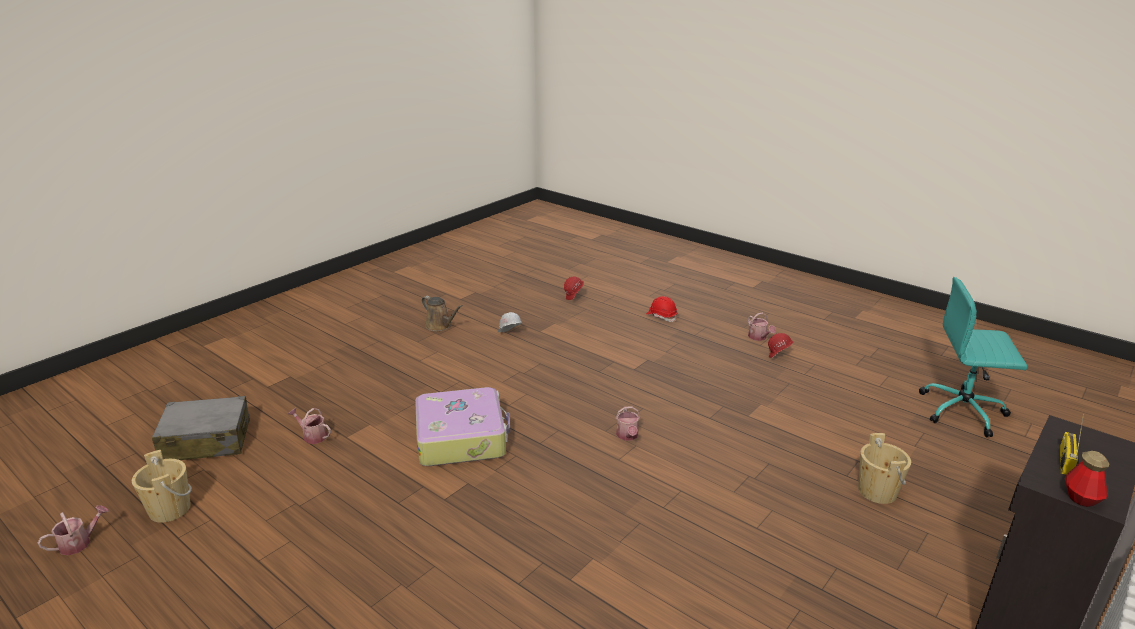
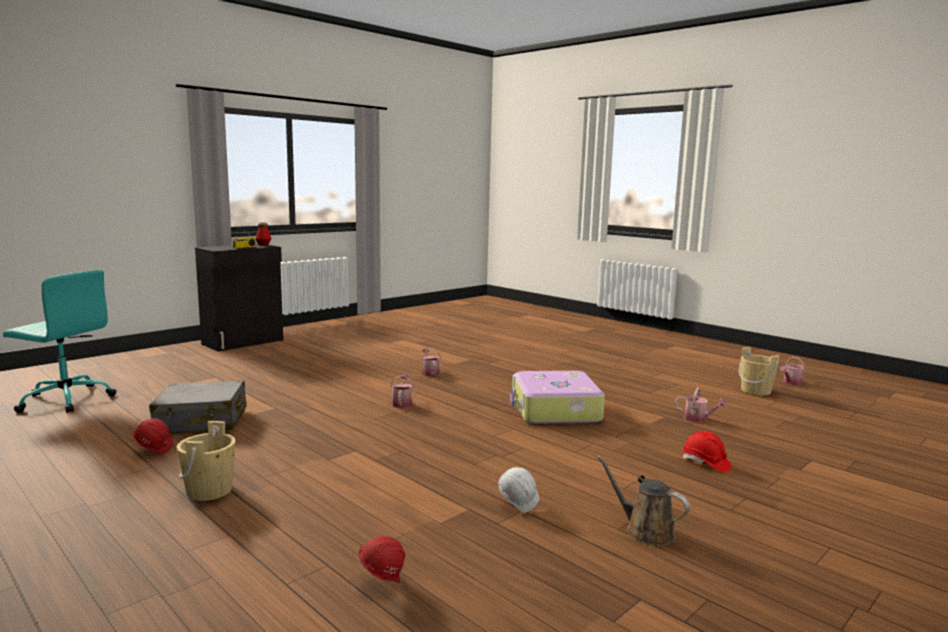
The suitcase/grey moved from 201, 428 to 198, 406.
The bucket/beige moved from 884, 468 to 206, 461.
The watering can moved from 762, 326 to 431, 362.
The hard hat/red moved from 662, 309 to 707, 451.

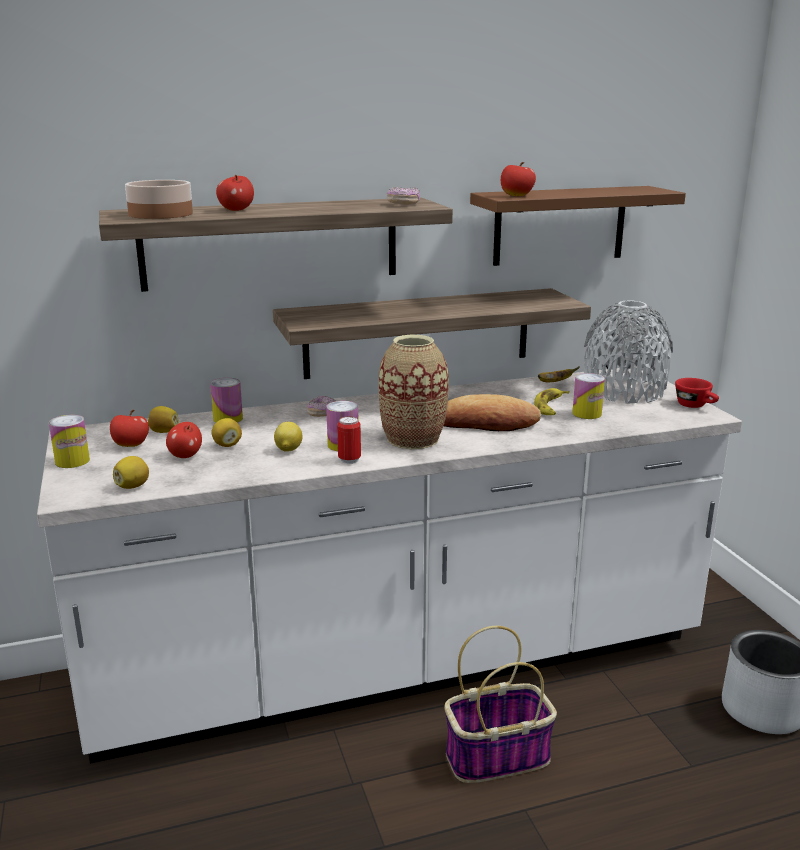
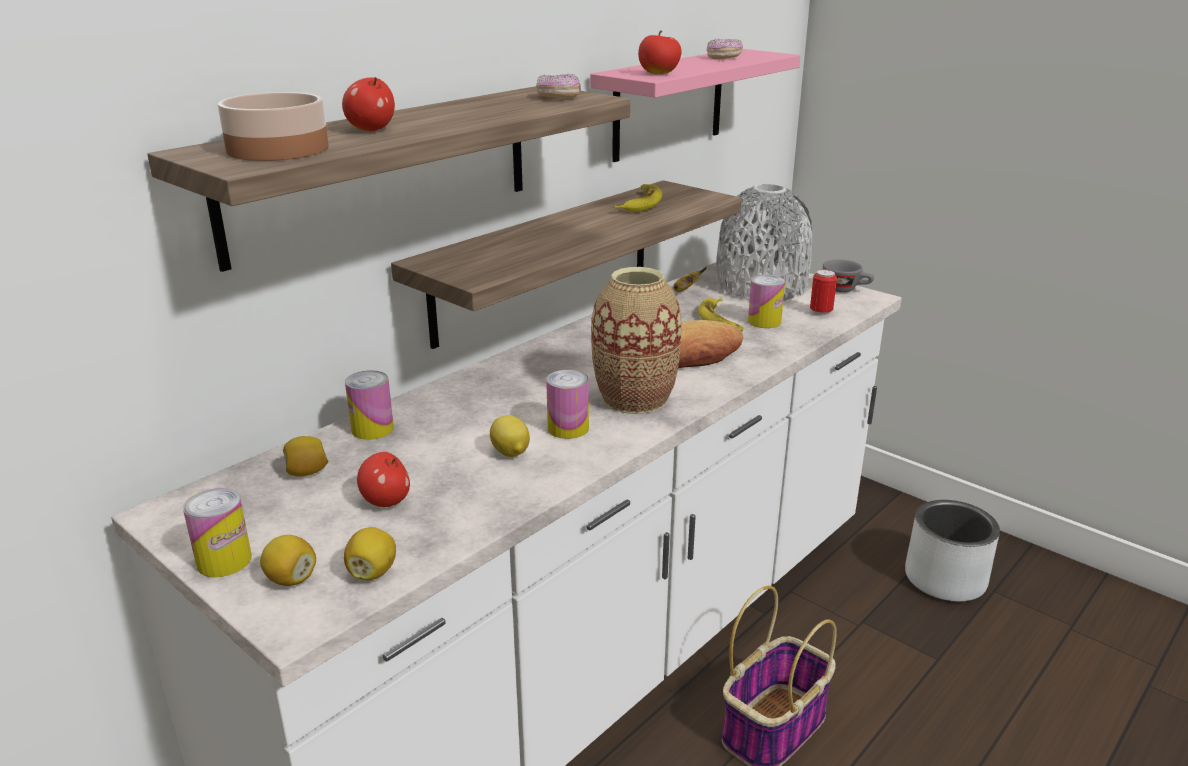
The lemon moved from 226, 432 to 288, 560.
The shelf/brown at 578, 226 became the shelf/pink at 695, 105.
The banana at 638, 198 appeared.
The donut moved from 321, 406 to 724, 49.
The can moved from 349, 440 to 823, 292.
The cup/red at 697, 393 became the cup/grey at 848, 276.
The apple at 129, 428 disappeared.

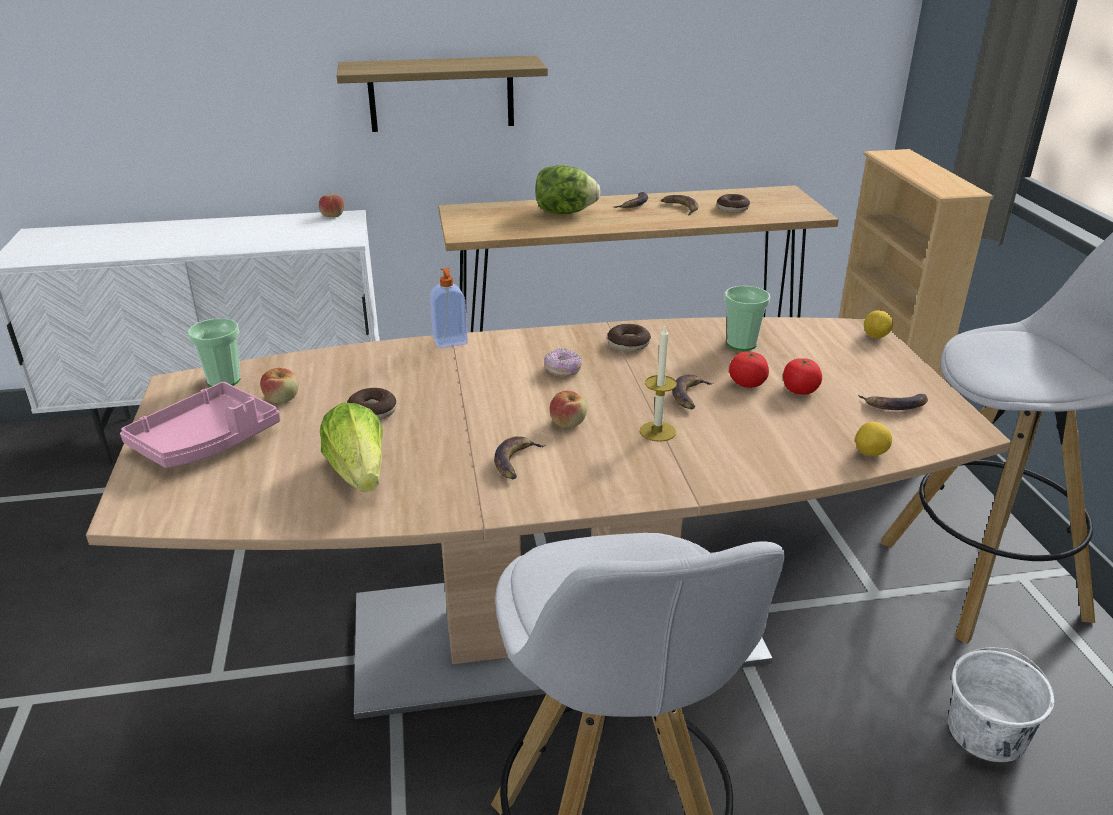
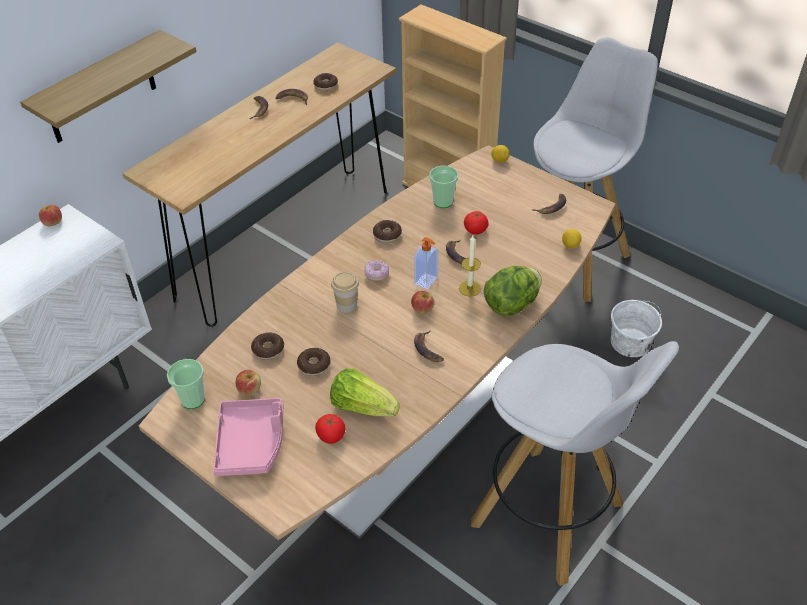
The donut at 267, 346 appeared.
The tomato moved from 802, 376 to 330, 429.
The cup at 345, 292 appeared.
The soap dispenser moved from 449, 308 to 426, 263.
The lettuce moved from 568, 189 to 513, 291.

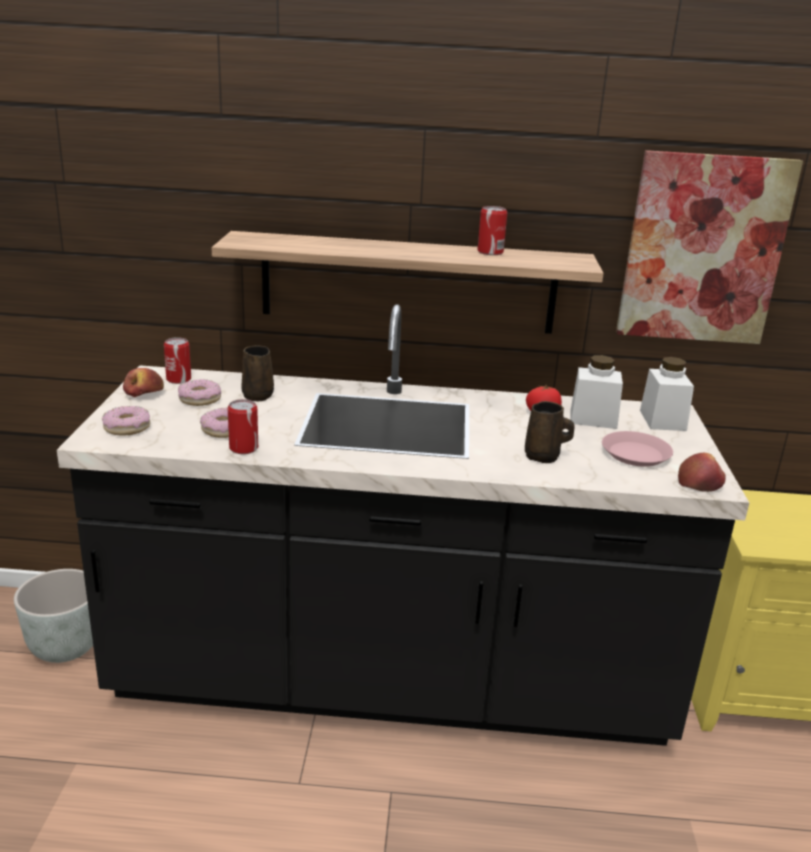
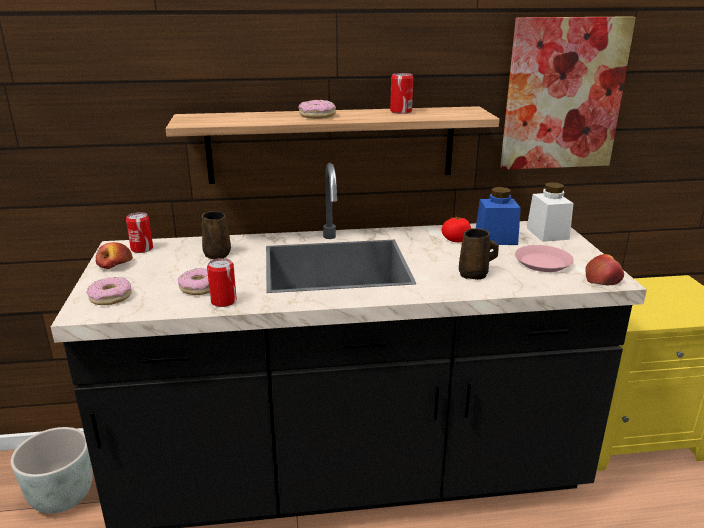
The donut moved from 199, 392 to 317, 109.
The jar/white at 597, 392 became the jar/blue at 498, 216.

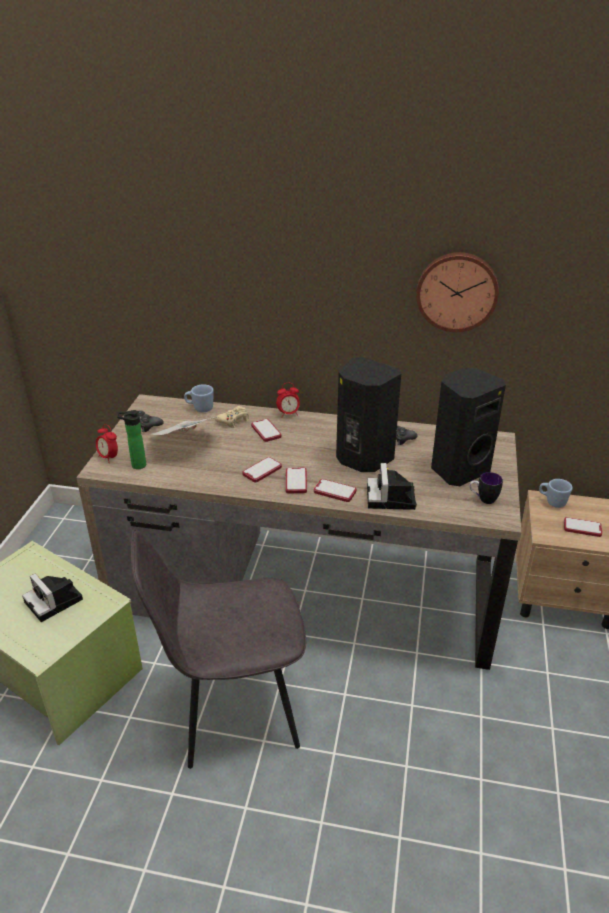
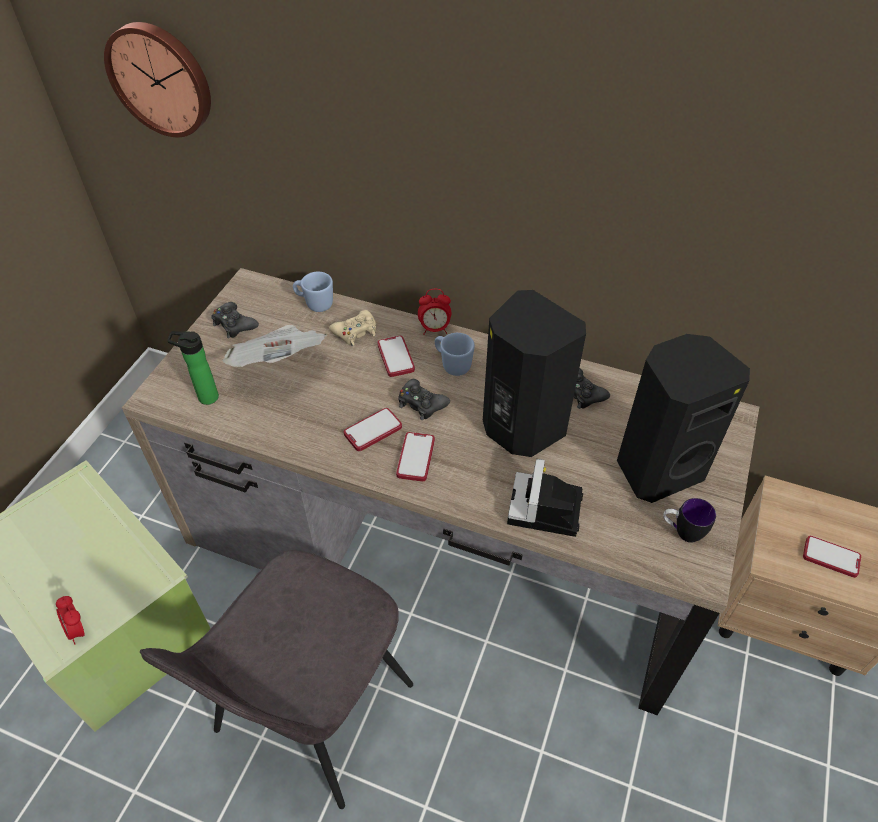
The alarm clock moved from 107, 443 to 70, 620.
The wall clock moved from 457, 292 to 157, 79.
The chair/grey at 218, 649 turned 60 degrees counterclockwise.
The game controller/black at 424, 399 appeared.
The mug/blue moved from 556, 493 to 455, 354.
The photo camera at 52, 597 disappeared.
The phone at 335, 490 disappeared.

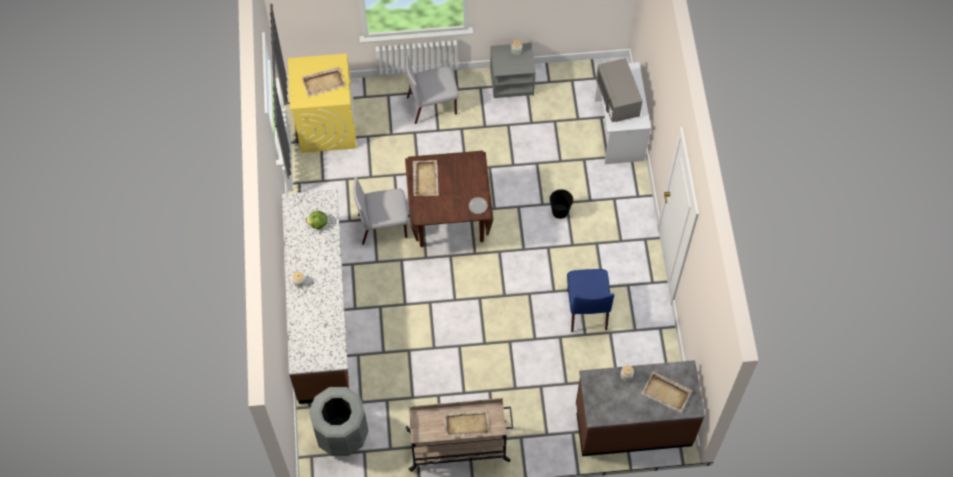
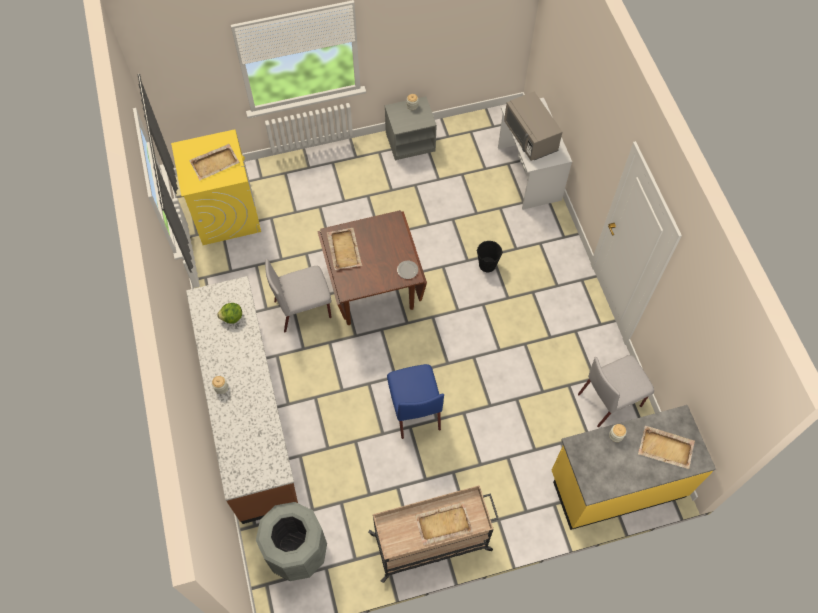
The chair/blue moved from 591, 300 to 415, 401.
The counter/brown at 640, 408 became the counter/yellow at 634, 467.
The chair/grey moved from 432, 89 to 616, 391.

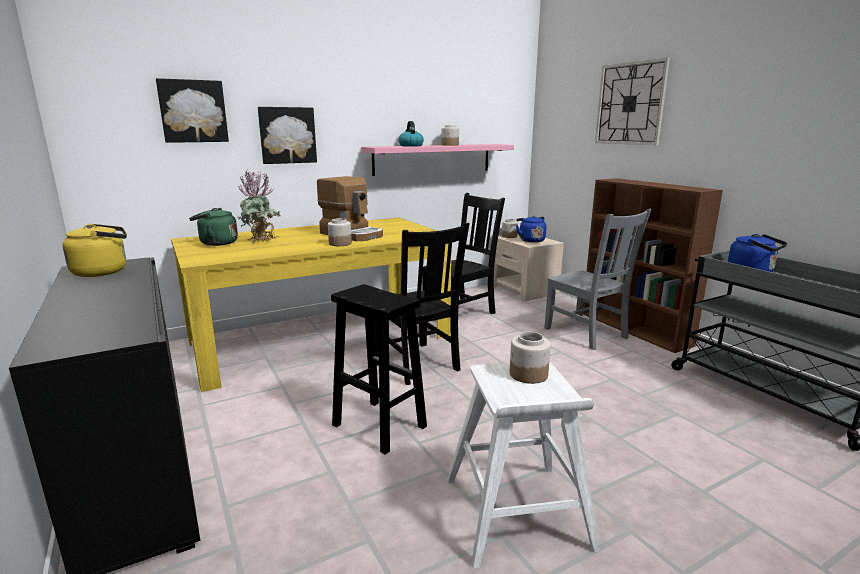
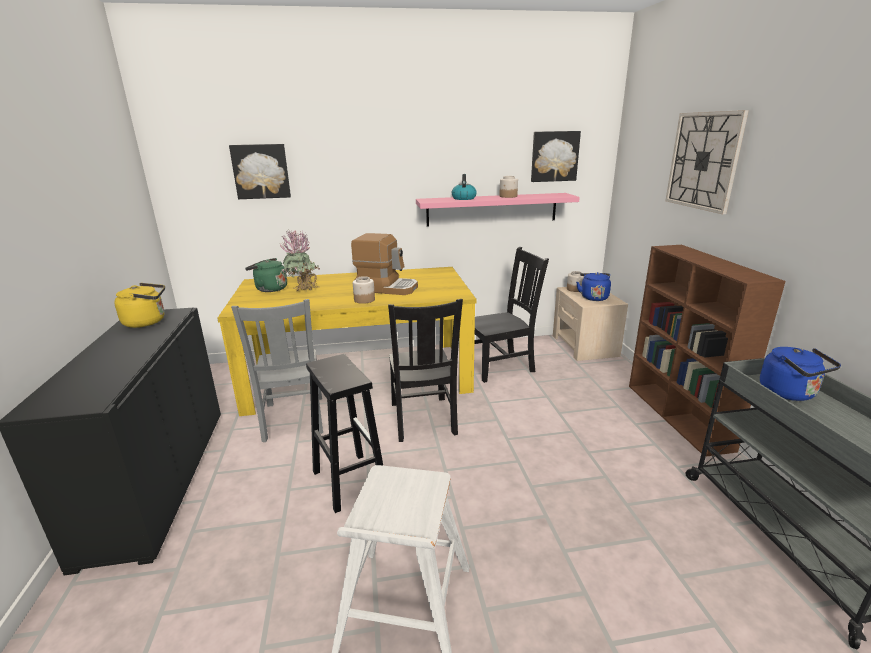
The chair/grey moved from 597, 279 to 277, 370.
The coffee machine at 350, 208 turned 45 degrees counterclockwise.
The picture moved from 287, 135 to 556, 156.
The jar at 530, 358 disappeared.

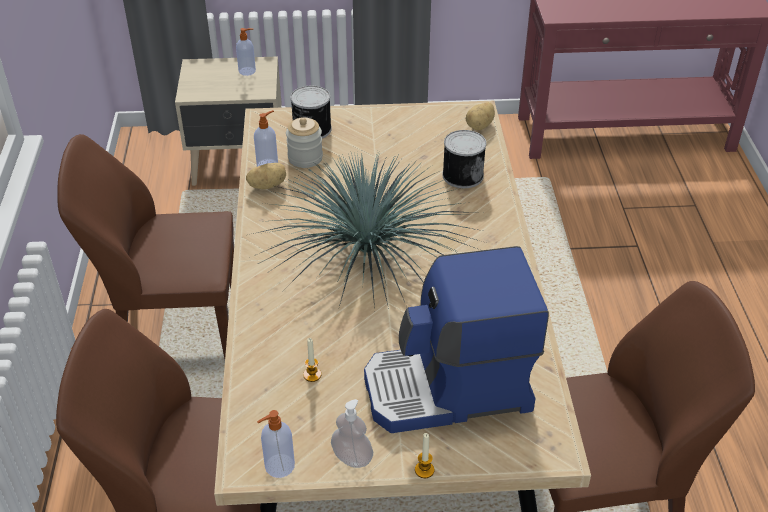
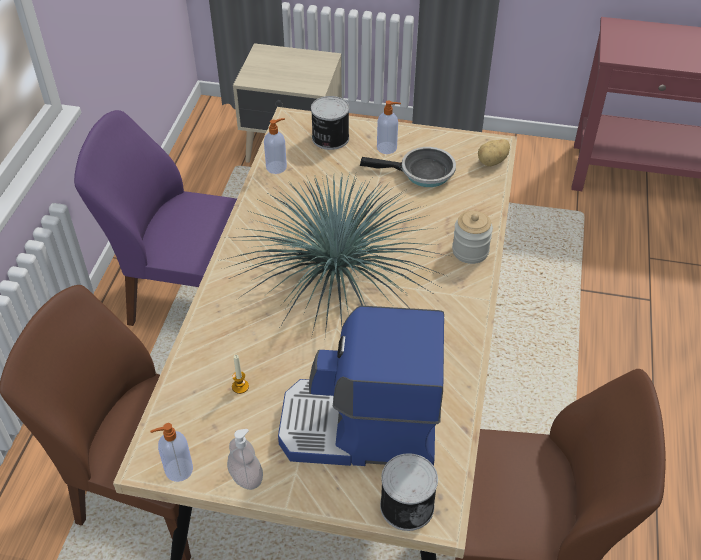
The chair/brown at 146, 246 became the chair/purple at 155, 218.
The frying pan at 408, 167 appeared.
The soap dispenser moved from 246, 52 to 389, 127.
The can moved from 464, 159 to 409, 492.
The jar moved from 304, 142 to 472, 237.
The potato at 266, 176 disappeared.
The candle at 424, 455 disappeared.

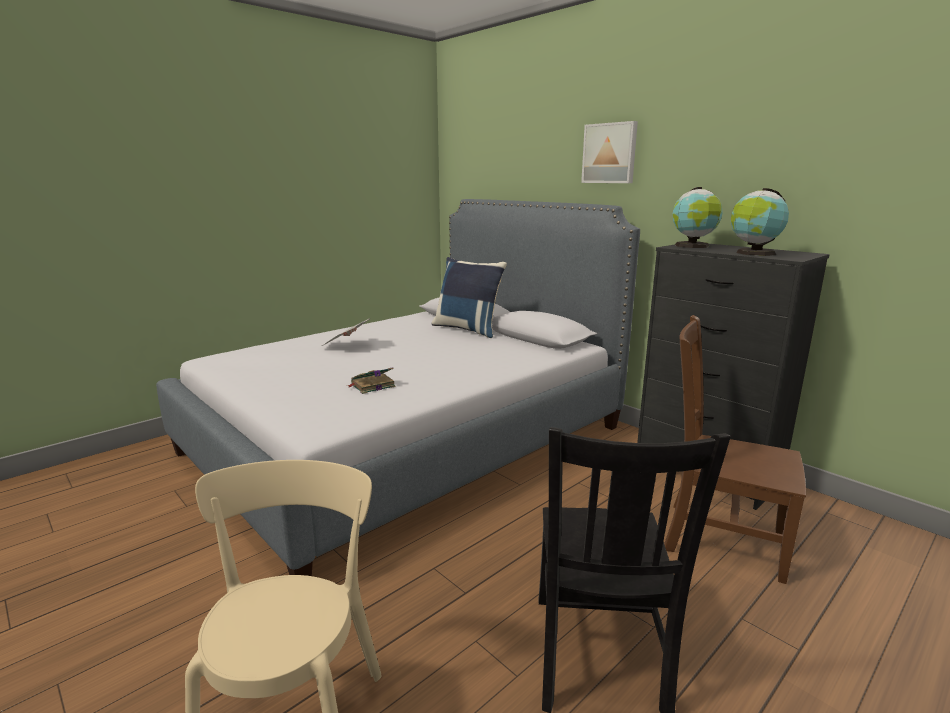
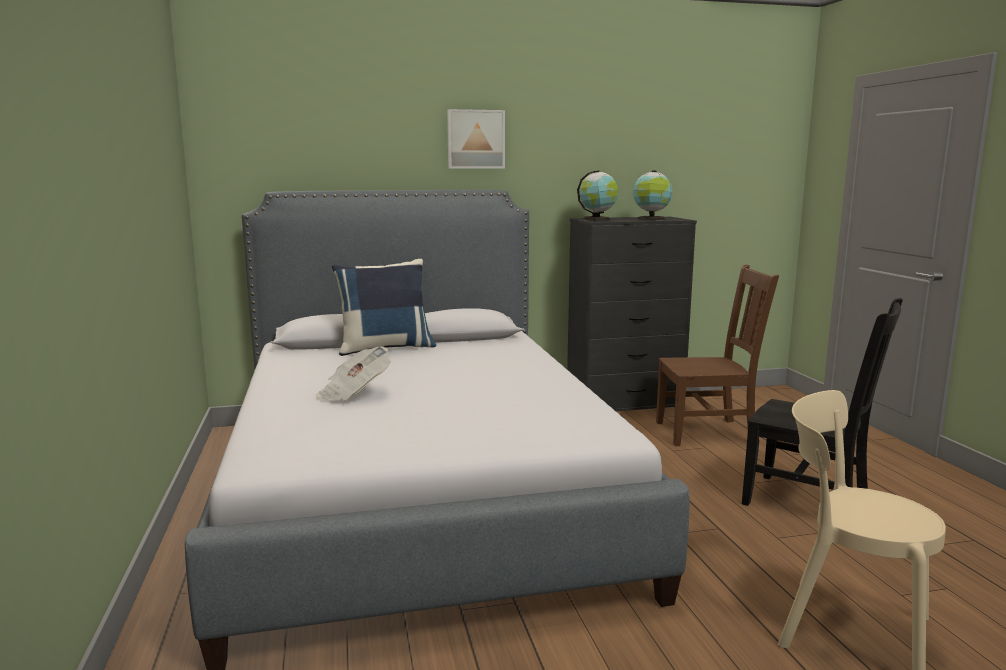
The chair/brown at 735, 449 turned 150 degrees counterclockwise.
The book at 372, 380 disappeared.

